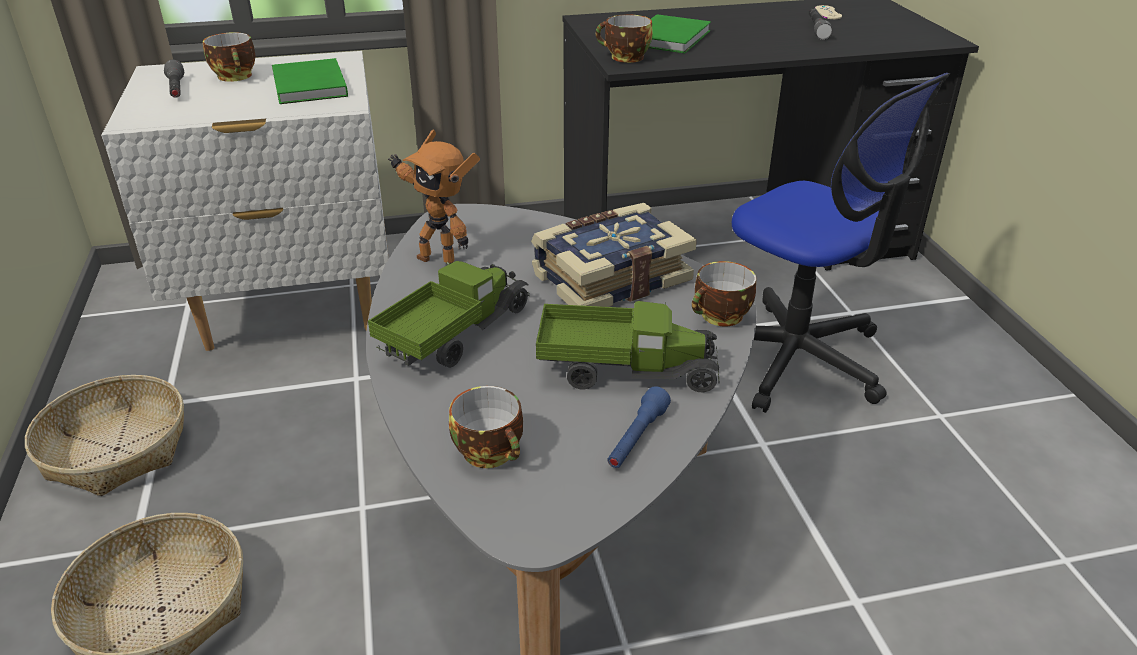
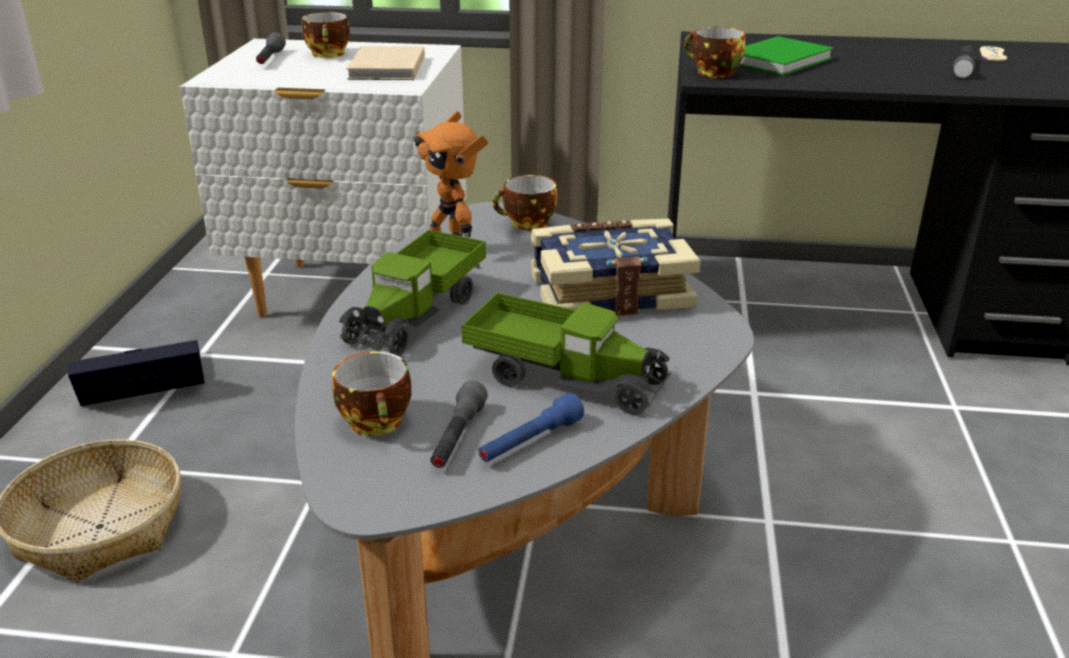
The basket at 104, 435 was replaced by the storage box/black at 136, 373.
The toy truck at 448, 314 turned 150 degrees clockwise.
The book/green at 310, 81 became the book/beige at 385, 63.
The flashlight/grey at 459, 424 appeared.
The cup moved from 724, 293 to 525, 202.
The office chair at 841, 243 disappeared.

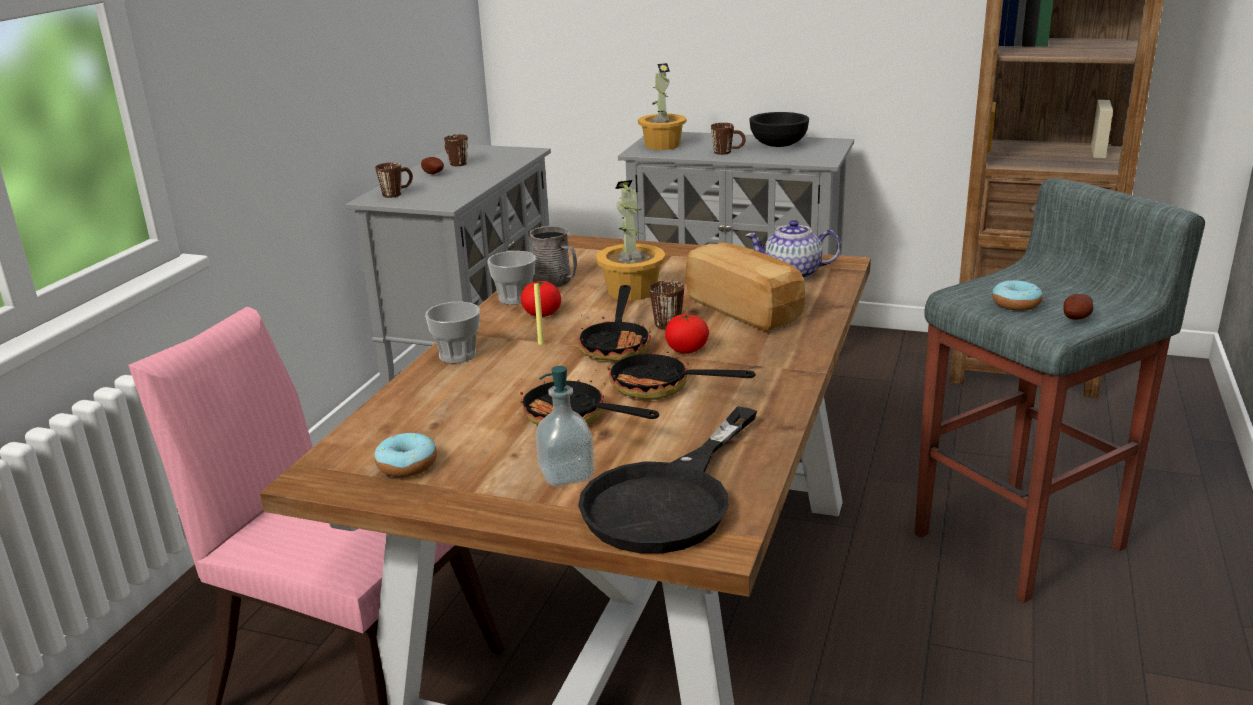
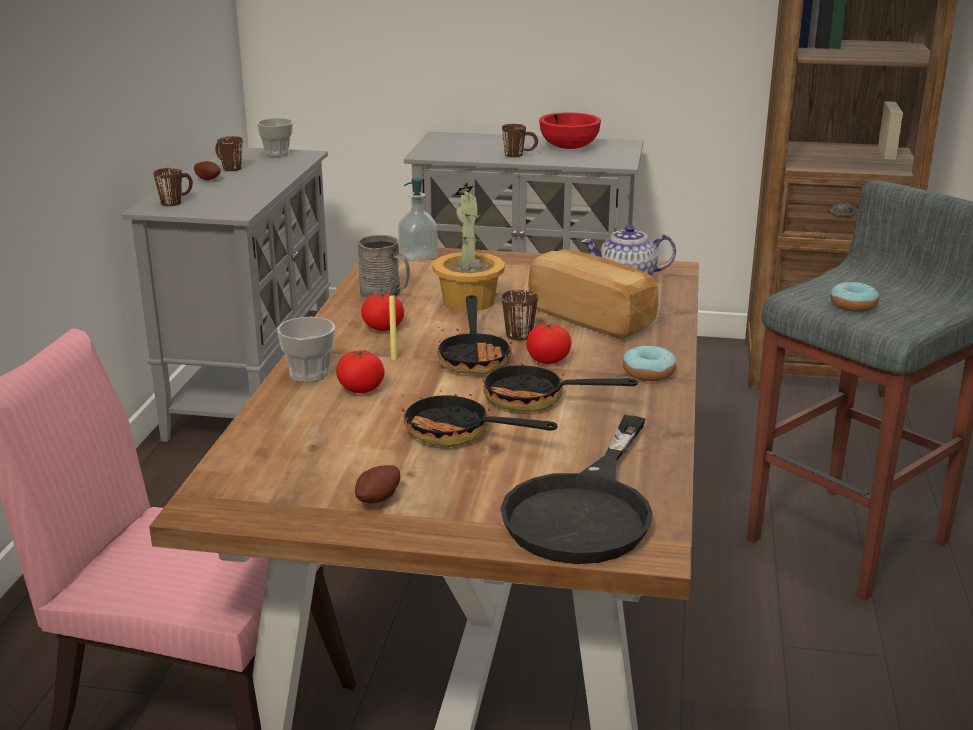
The cup moved from 512, 278 to 275, 137.
The tomato at 360, 371 appeared.
The potato moved from 1078, 307 to 377, 484.
The soap dispenser moved from 564, 426 to 418, 219.
The bowl/black at 779, 129 became the bowl/red at 570, 130.
The donut moved from 406, 454 to 649, 363.
The potted plant at 662, 106 disappeared.

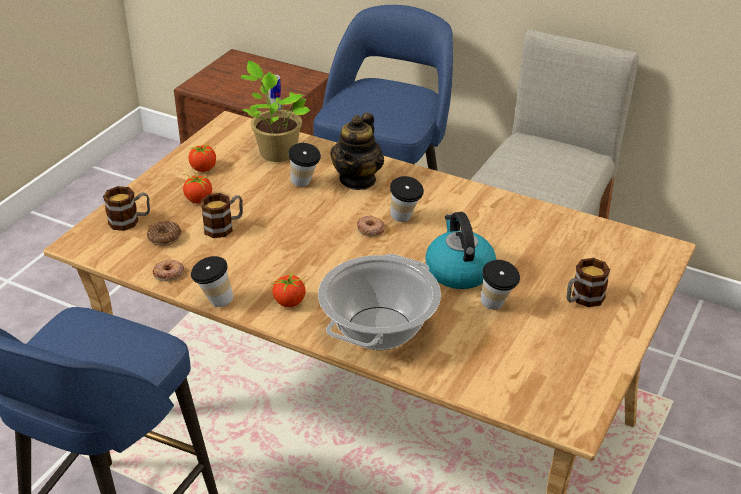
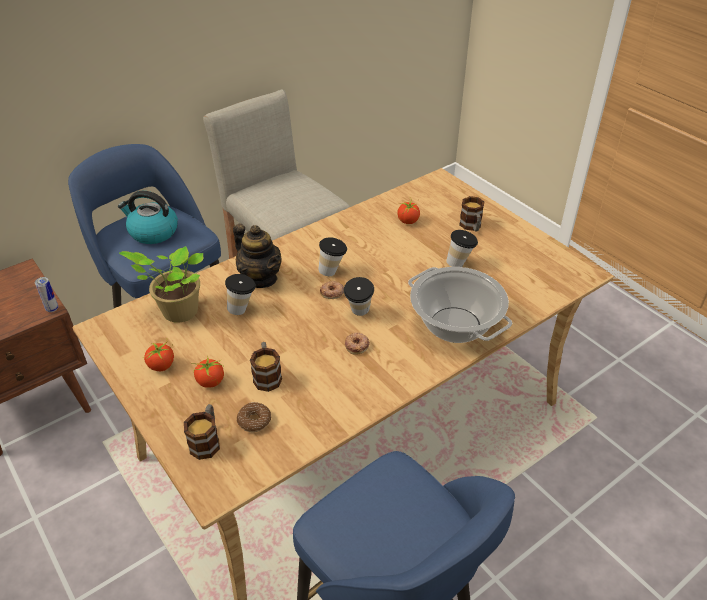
The kettle moved from 460, 250 to 148, 217.
The cup moved from 212, 281 to 359, 296.
The donut moved from 168, 270 to 357, 344.
The tomato moved from 288, 289 to 408, 210.

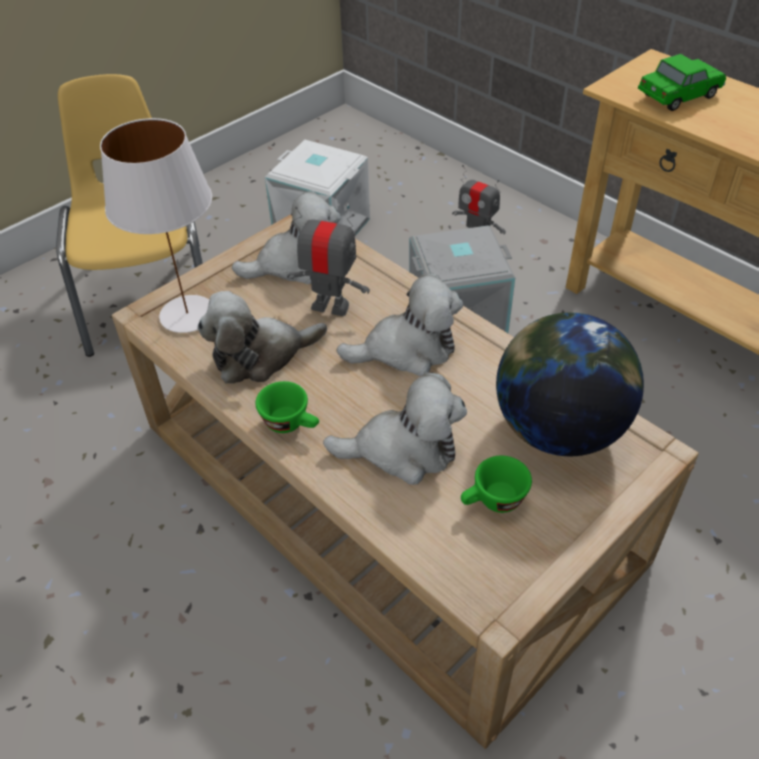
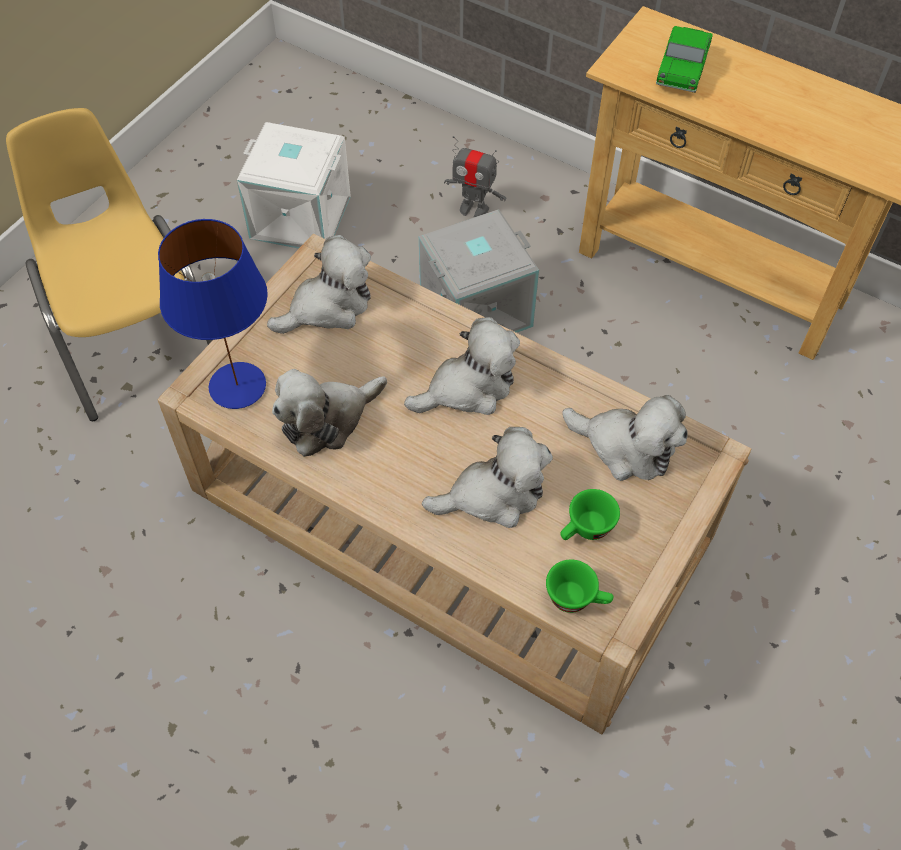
The table lamp/white at 156, 225 became the table lamp/blue at 213, 314.
The cup/green moved from 287, 407 to 579, 586.
The globe at 570, 384 was replaced by the plush toy at 625, 438.
The toy car at 682, 82 turned 150 degrees clockwise.
The toy robot at 328, 261 disappeared.

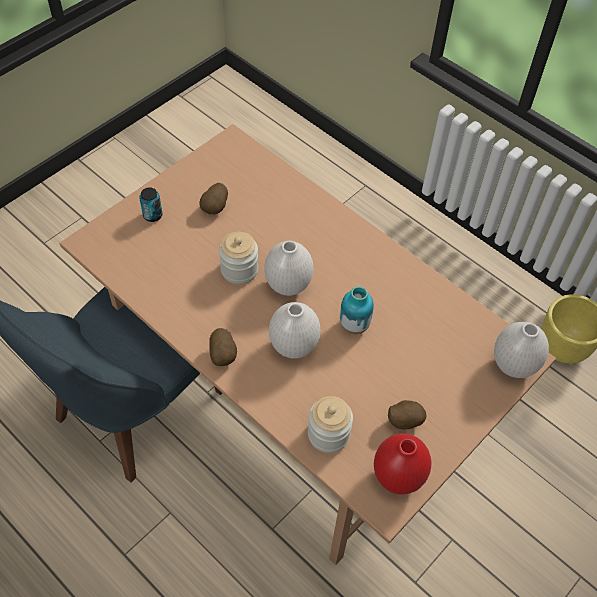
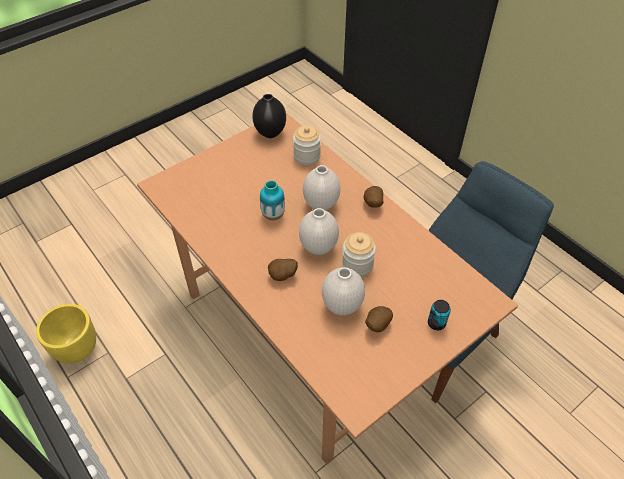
The vase/red at 403, 463 became the vase/black at 269, 116.
The potato moved from 407, 415 to 283, 270.
The vase/white moved from 521, 350 to 343, 291.

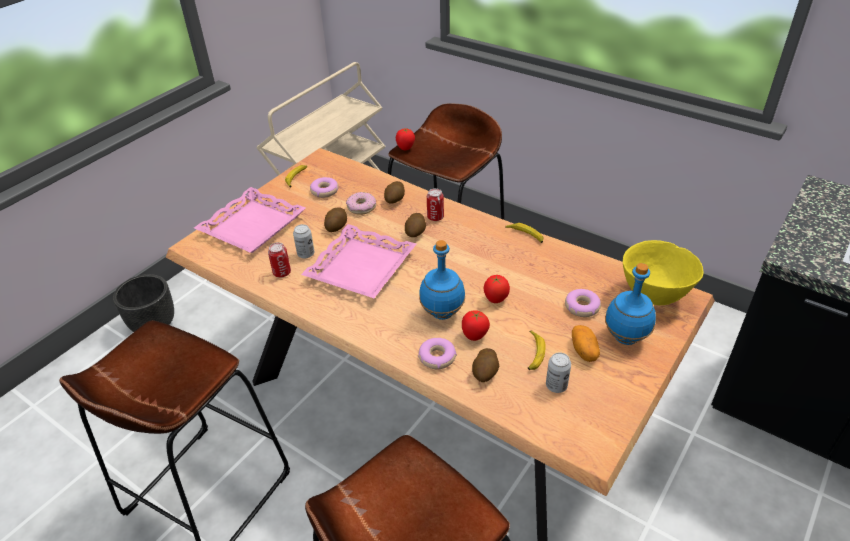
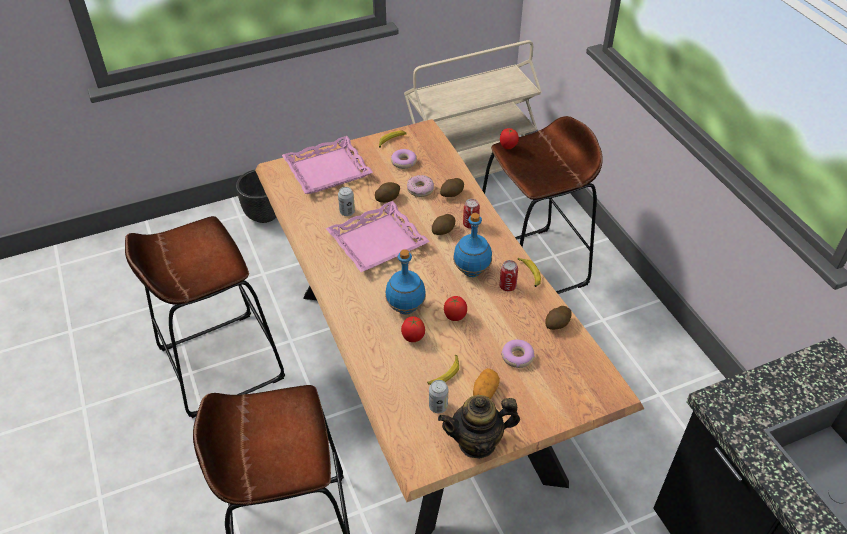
The teapot at 479, 427 appeared.
The bottle/blue moved from 630, 304 to 472, 245.
The can moved from 279, 260 to 508, 275.
The potato moved from 485, 365 to 558, 318.
The donut at 437, 353 disappeared.
The bowl/yellow at 663, 272 disappeared.

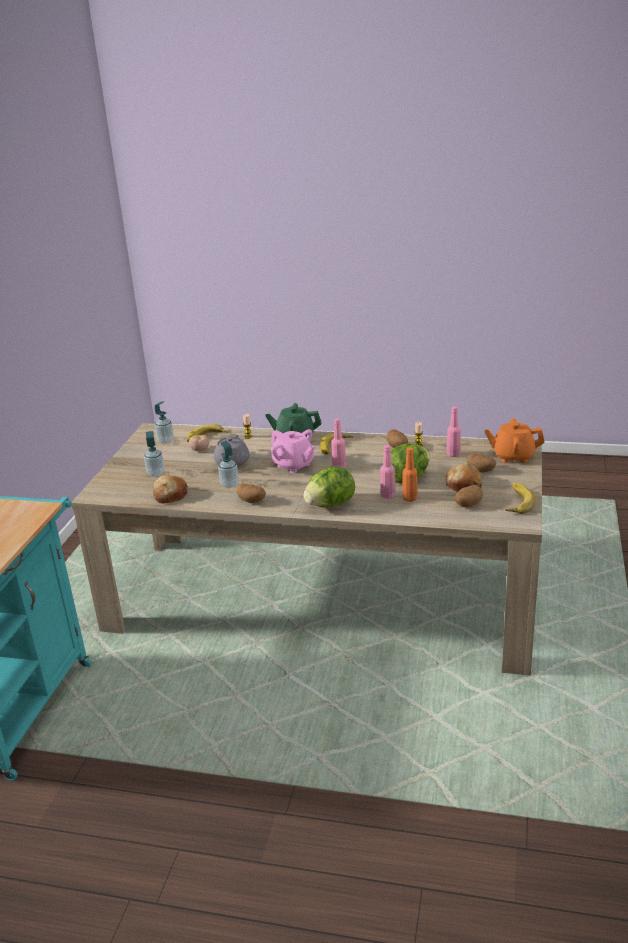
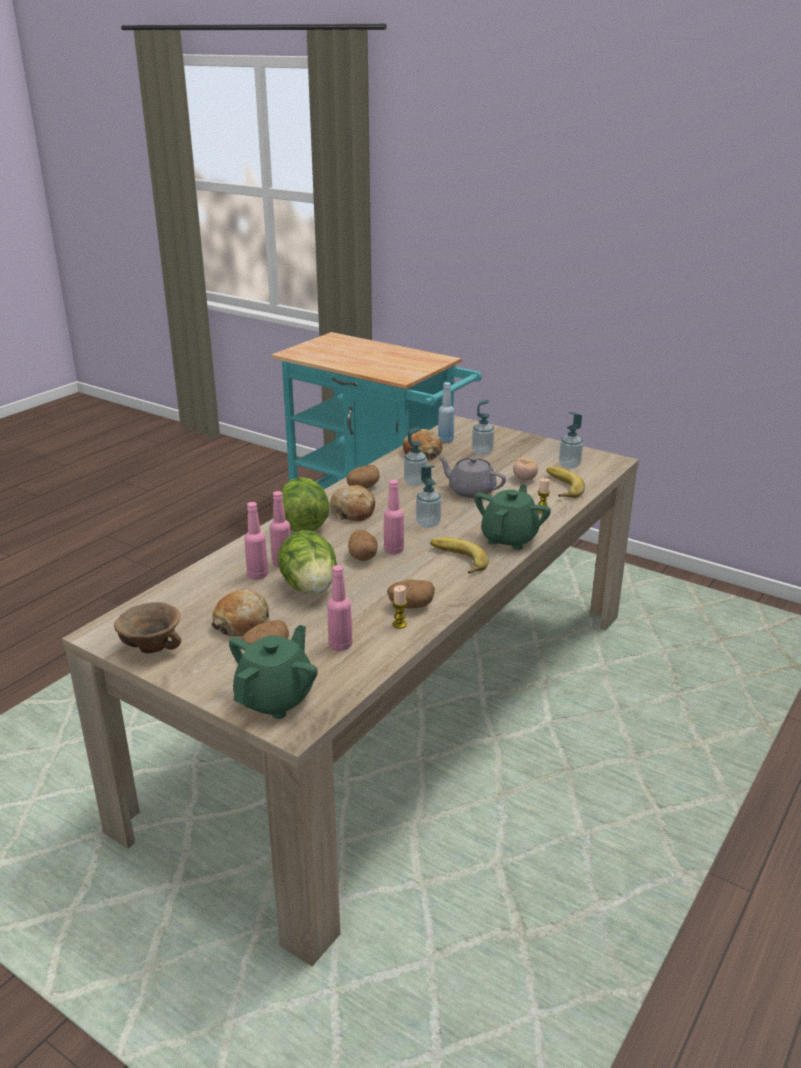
The banana at 520, 498 was replaced by the bowl/brown at 147, 627.
The teapot/orange at 514, 440 became the teapot/green at 273, 672.
The bottle/orange at 410, 474 became the bottle/pink at 256, 541.
The bread at 352, 503 appeared.
The potato moved from 469, 496 to 362, 545.
The teapot/pink at 293, 451 was replaced by the soap dispenser at 429, 496.
The bottle/blue at 446, 412 appeared.

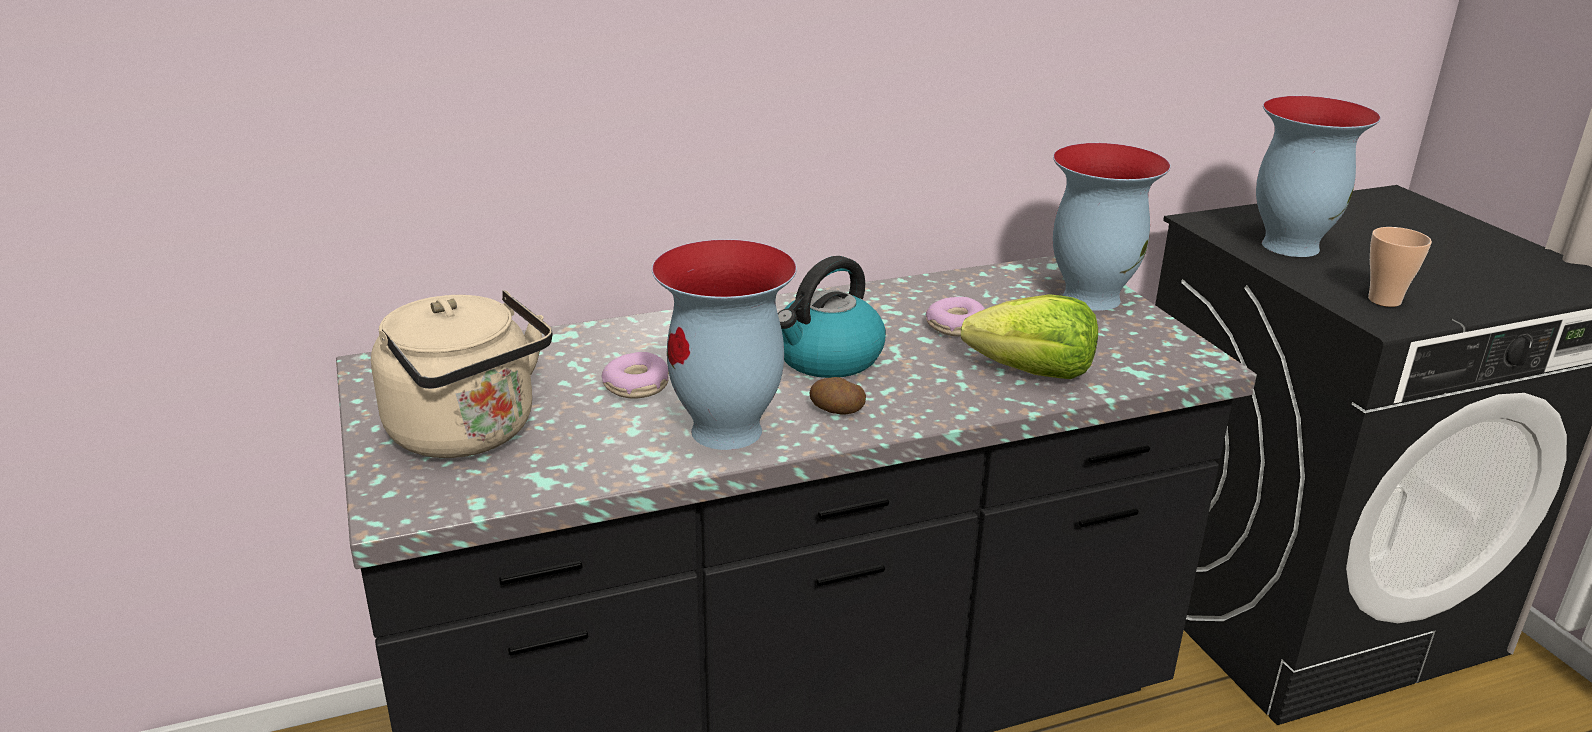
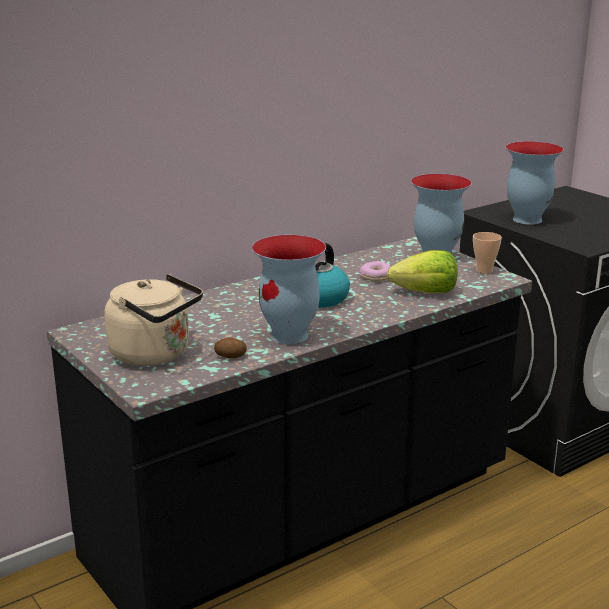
The potato moved from 838, 396 to 230, 347.
The cup moved from 1400, 267 to 487, 253.
The donut at 635, 375 disappeared.

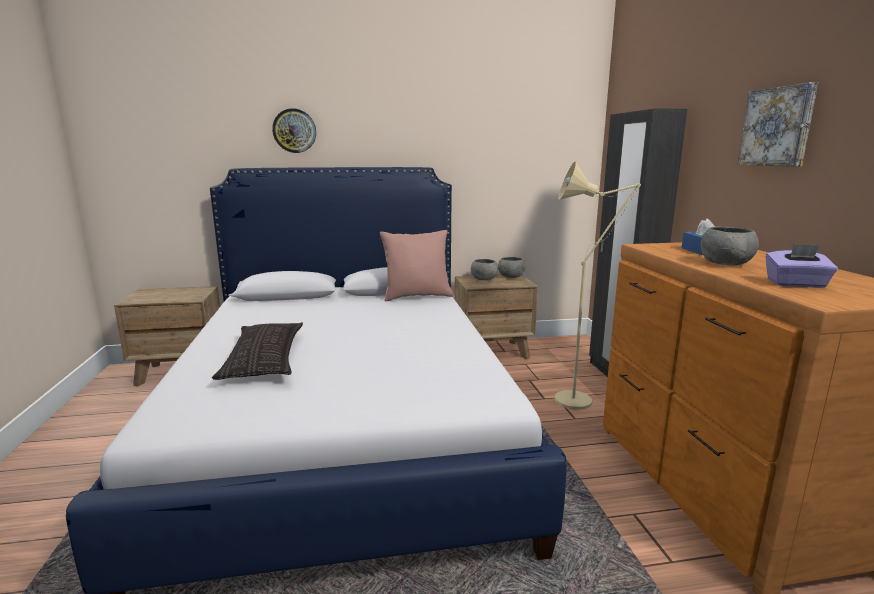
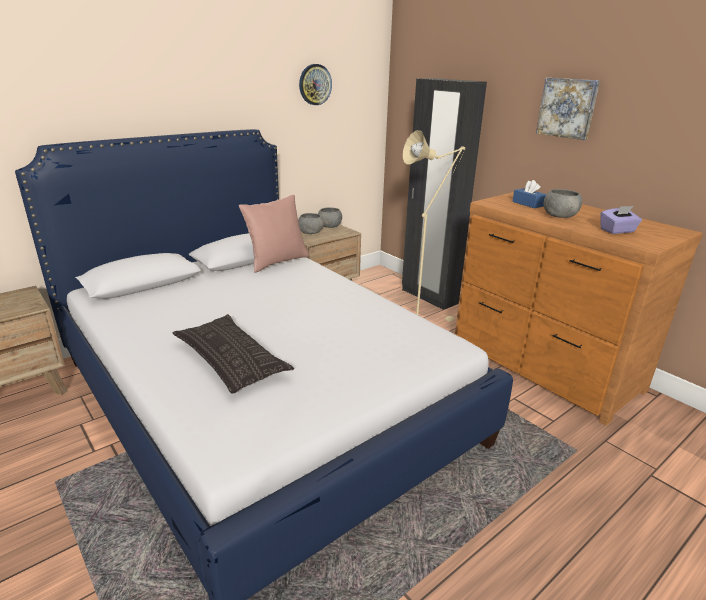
The wall clock moved from 294, 130 to 315, 84.

